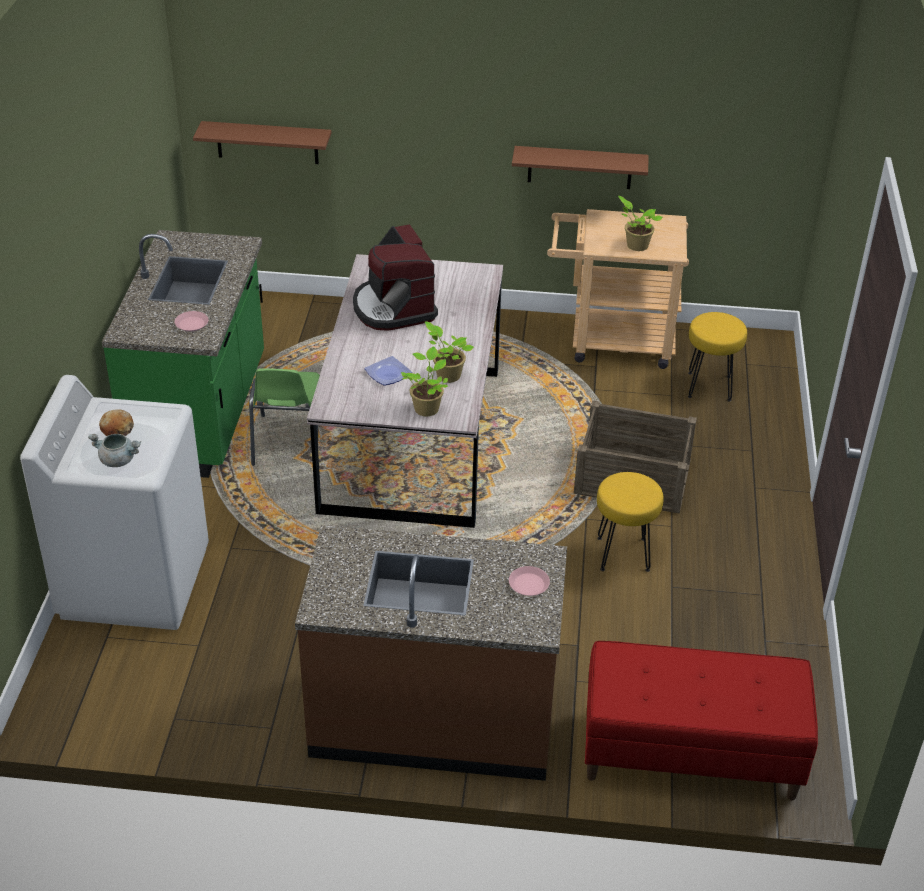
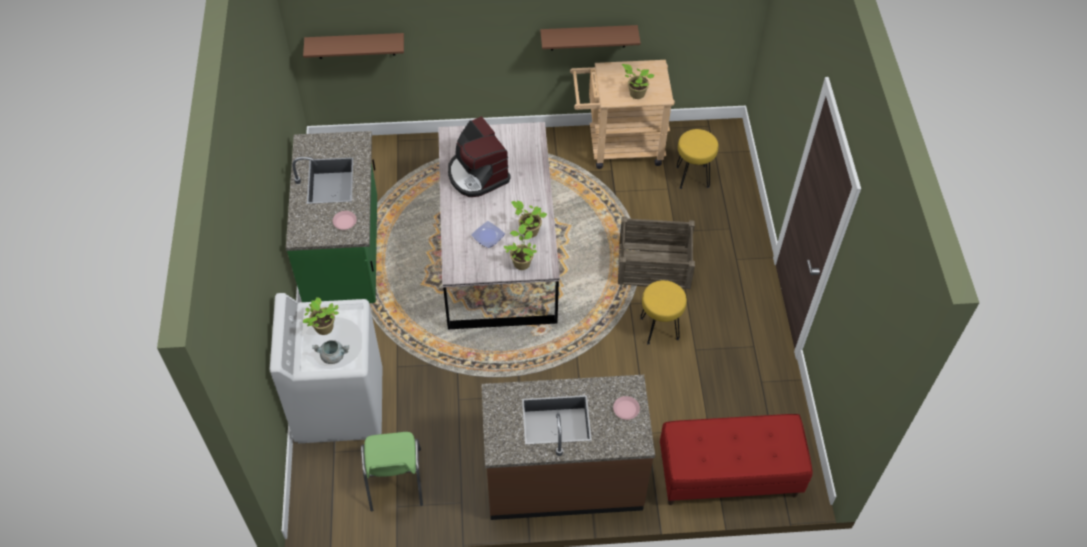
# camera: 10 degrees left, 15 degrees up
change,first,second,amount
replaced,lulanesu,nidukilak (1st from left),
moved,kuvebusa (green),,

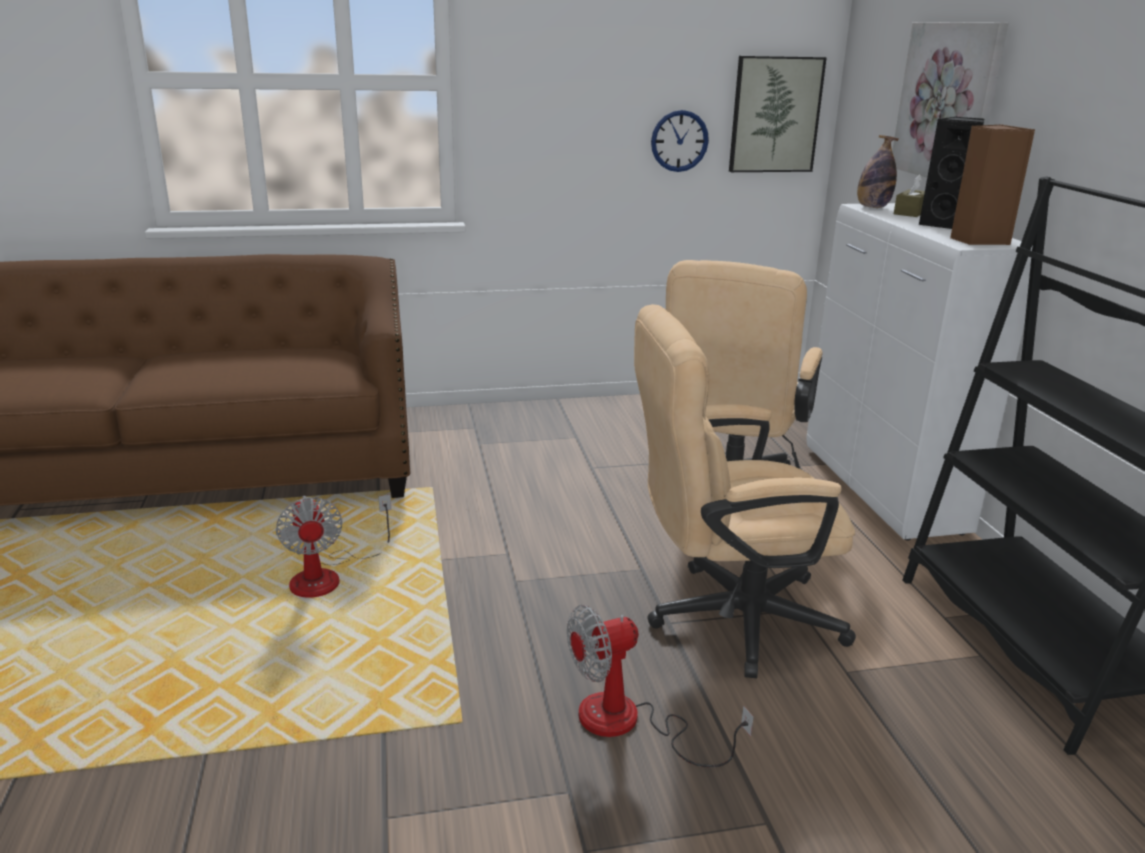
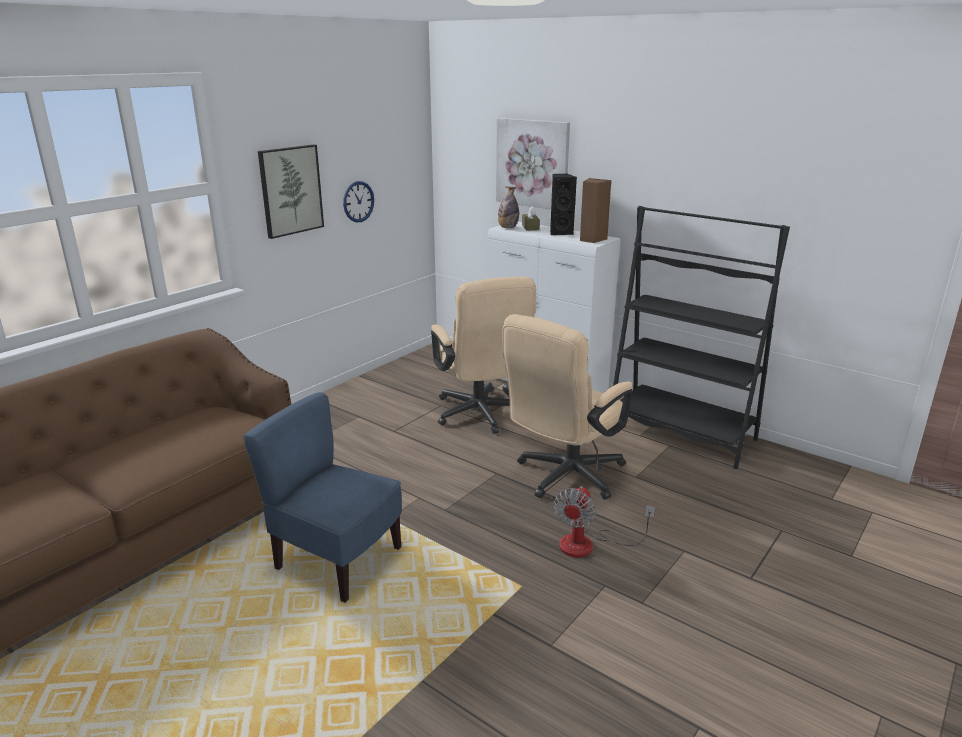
# camera: 40 degrees left, 0 degrees up
change,first,second,amount
replaced,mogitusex (1st from left),kuvebusa (blue),
moved,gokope (1st from left),,

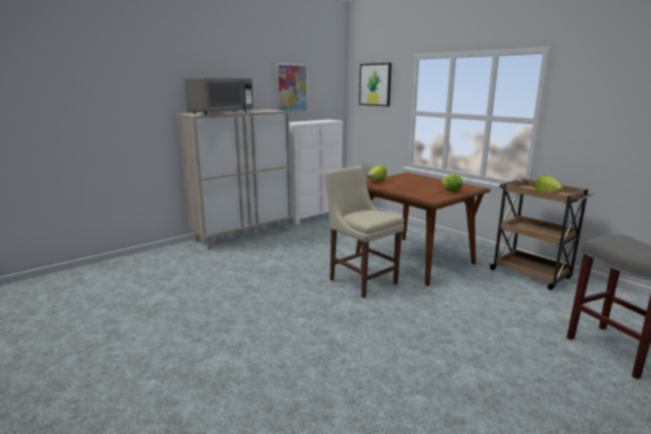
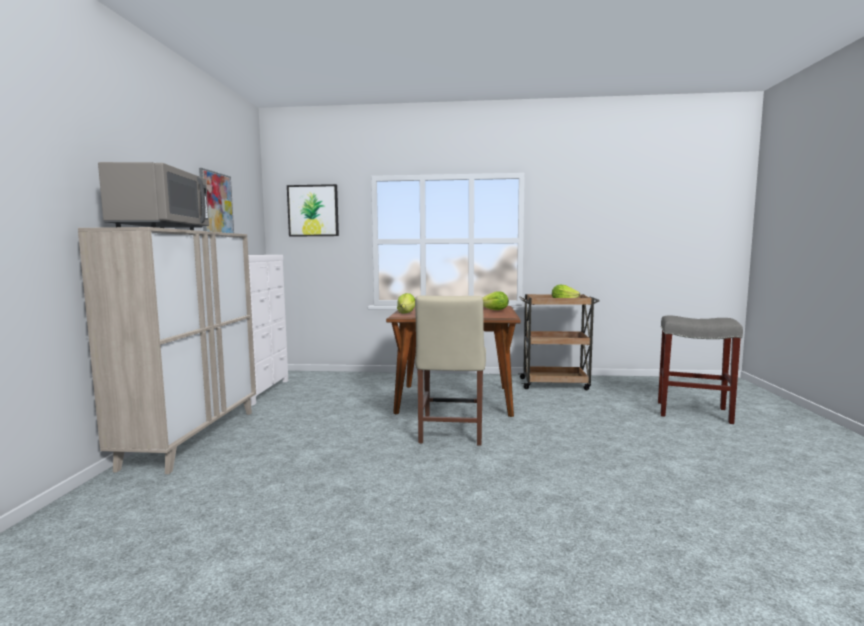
# camera: 45 degrees left, 10 degrees down
change,first,second,amount
turned,kuvebusa (beige),,90 degrees counterclockwise

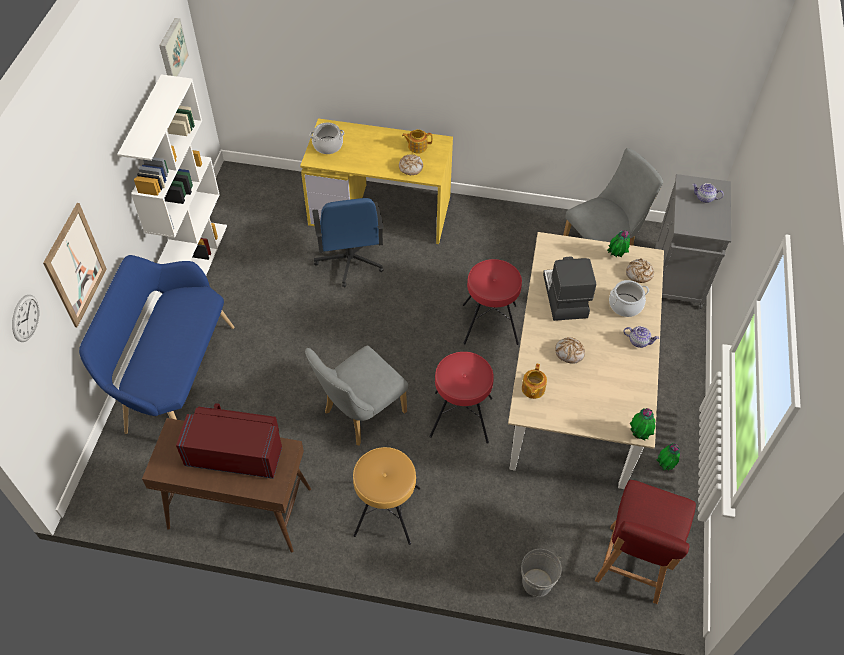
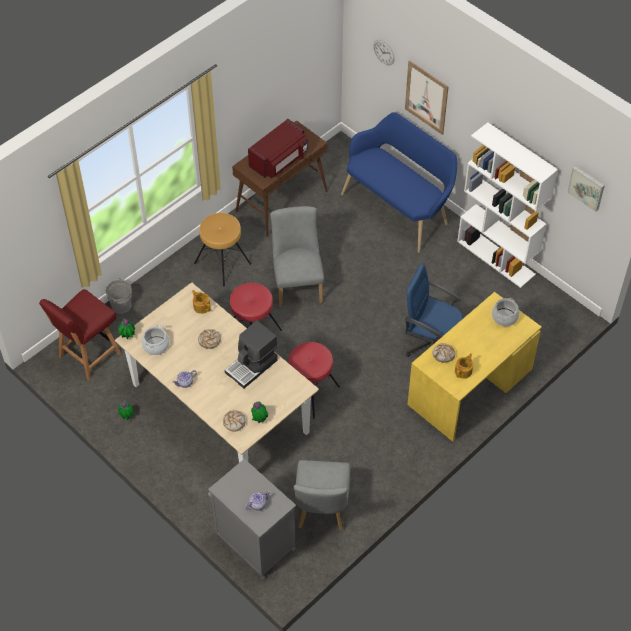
# camera: 125 degrees right, 0 degrees up
change,first,second,amount
turned,kuvebusa (red),,105 degrees counterclockwise
moved,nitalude (2nd from left in the first image),nitalude (1st from left),
turned,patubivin,,105 degrees clockwise

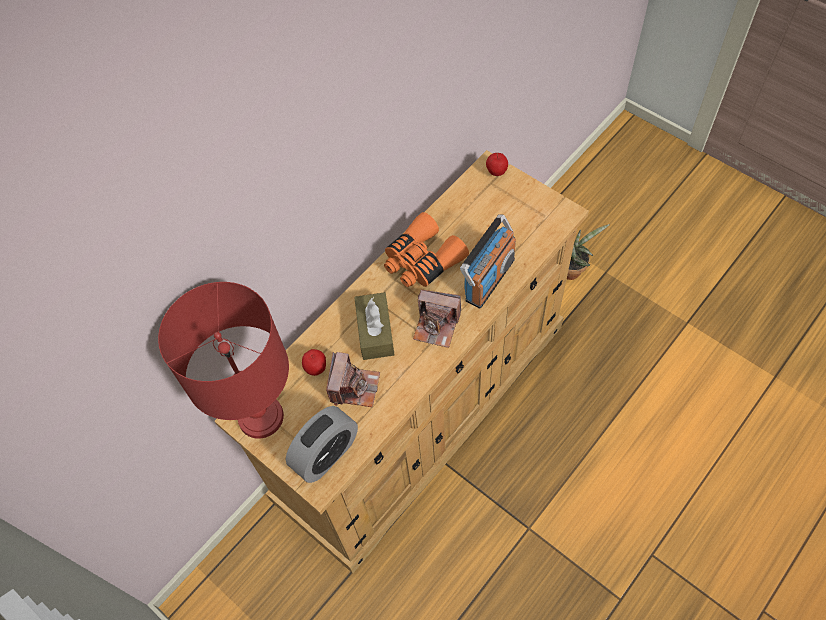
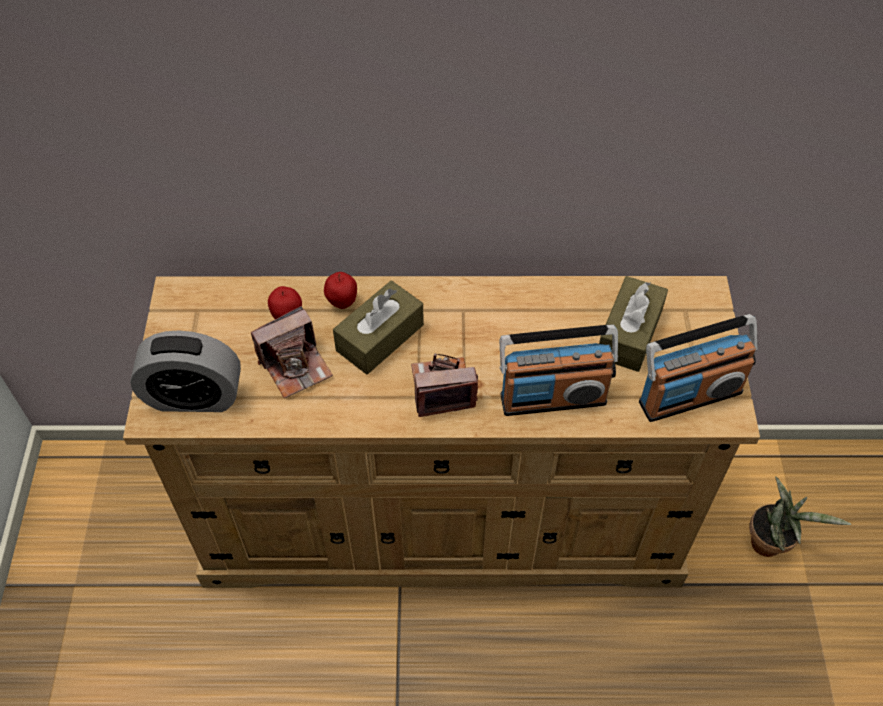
# camera: 45 degrees right, 5 degrees down
change,first,second,amount
moved,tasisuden (2nd from left),,
turned,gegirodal (2nd from left),,105 degrees clockwise
added,,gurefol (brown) (2nd from left),
added,,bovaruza (2nd from left),
removed,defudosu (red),,
removed,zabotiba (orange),,

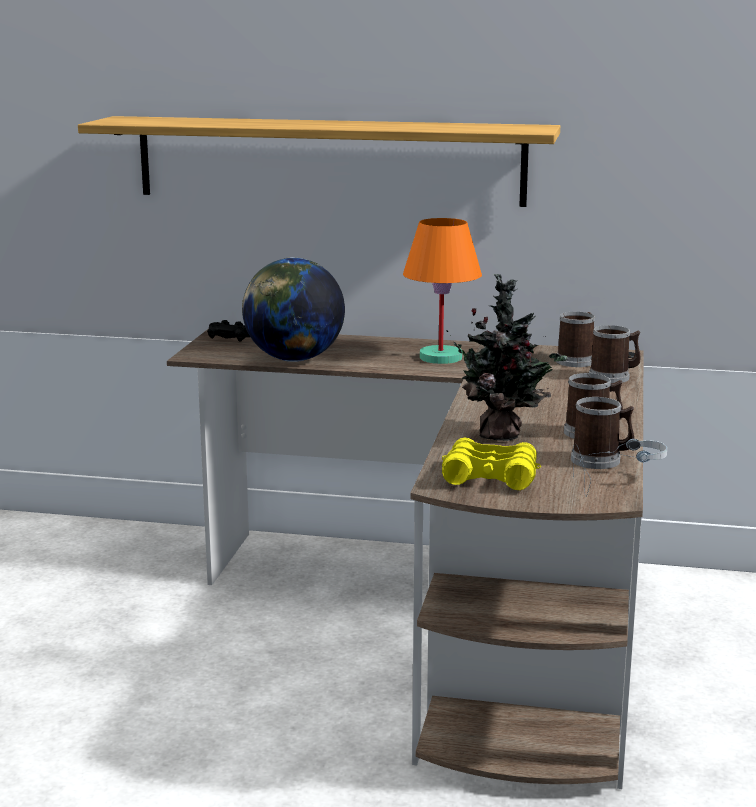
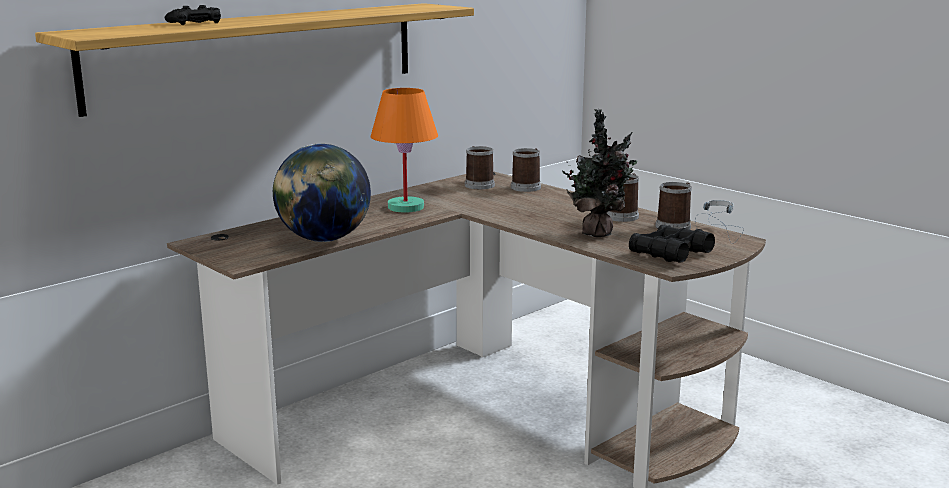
# camera: 55 degrees left, 0 degrees up
change,first,second,amount
moved,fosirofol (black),,
recoloured,zabotiba (yellow),zabotiba (black),

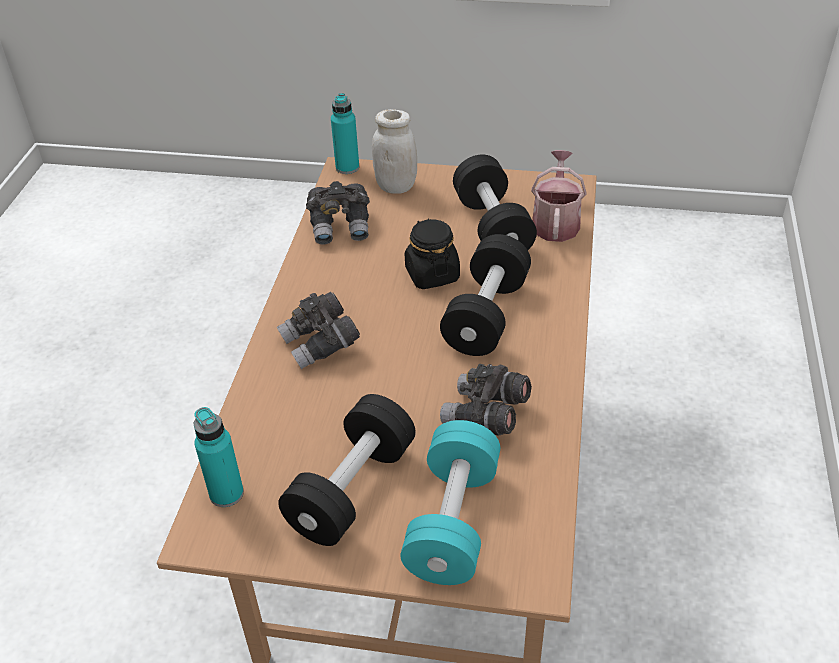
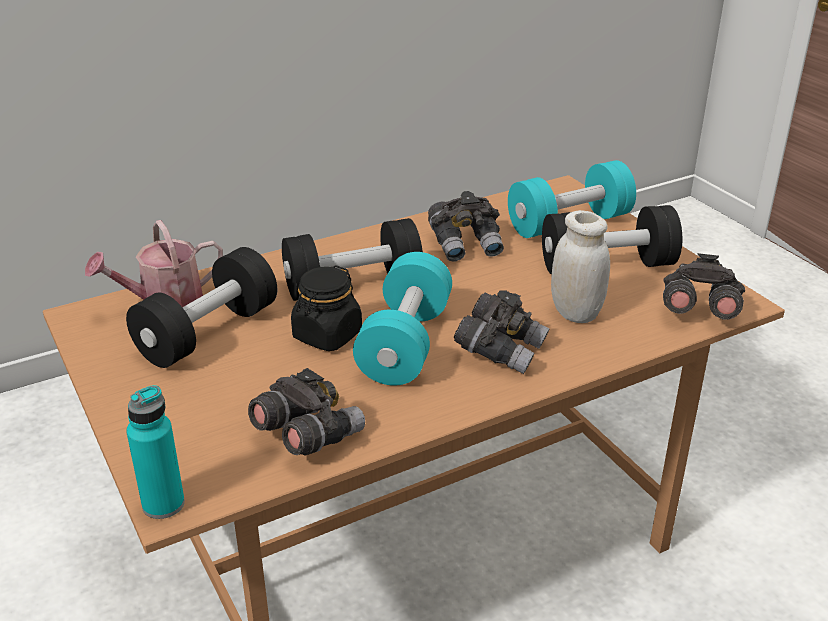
# camera: 130 degrees left, 10 degrees down
change,first,second,amount
added,,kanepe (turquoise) (1st from left),
moved,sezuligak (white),,
replaced,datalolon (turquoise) (1st from left),zabotiba (grey) (4th from left),

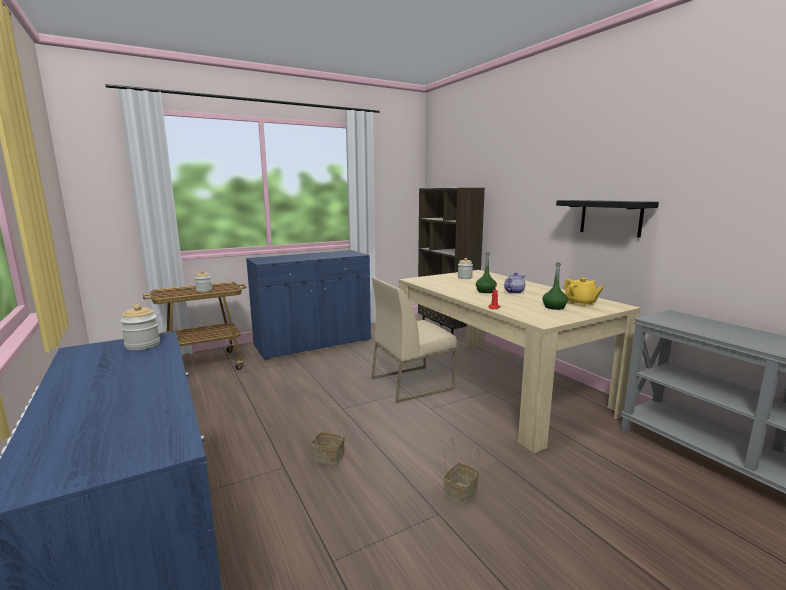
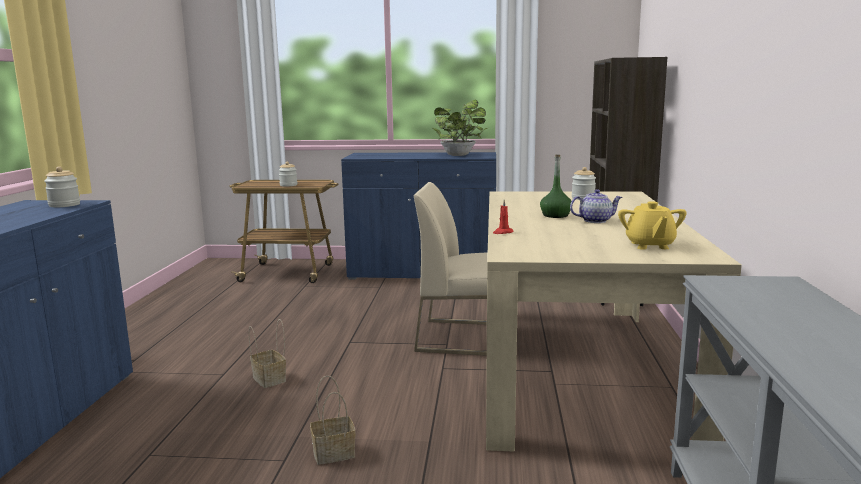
# camera: 35 degrees right, 0 degrees up
change,first,second,amount
added,,nidukilak,
removed,datalolon (green) (2nd from left),,
removed,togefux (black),,

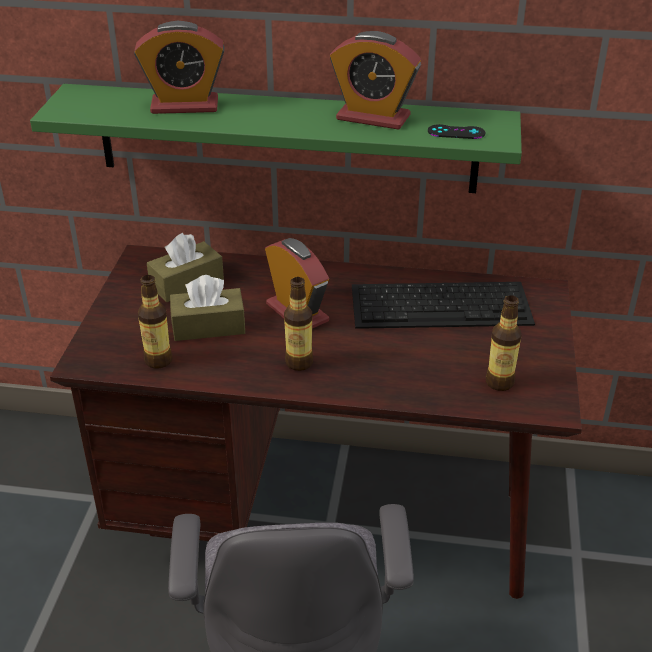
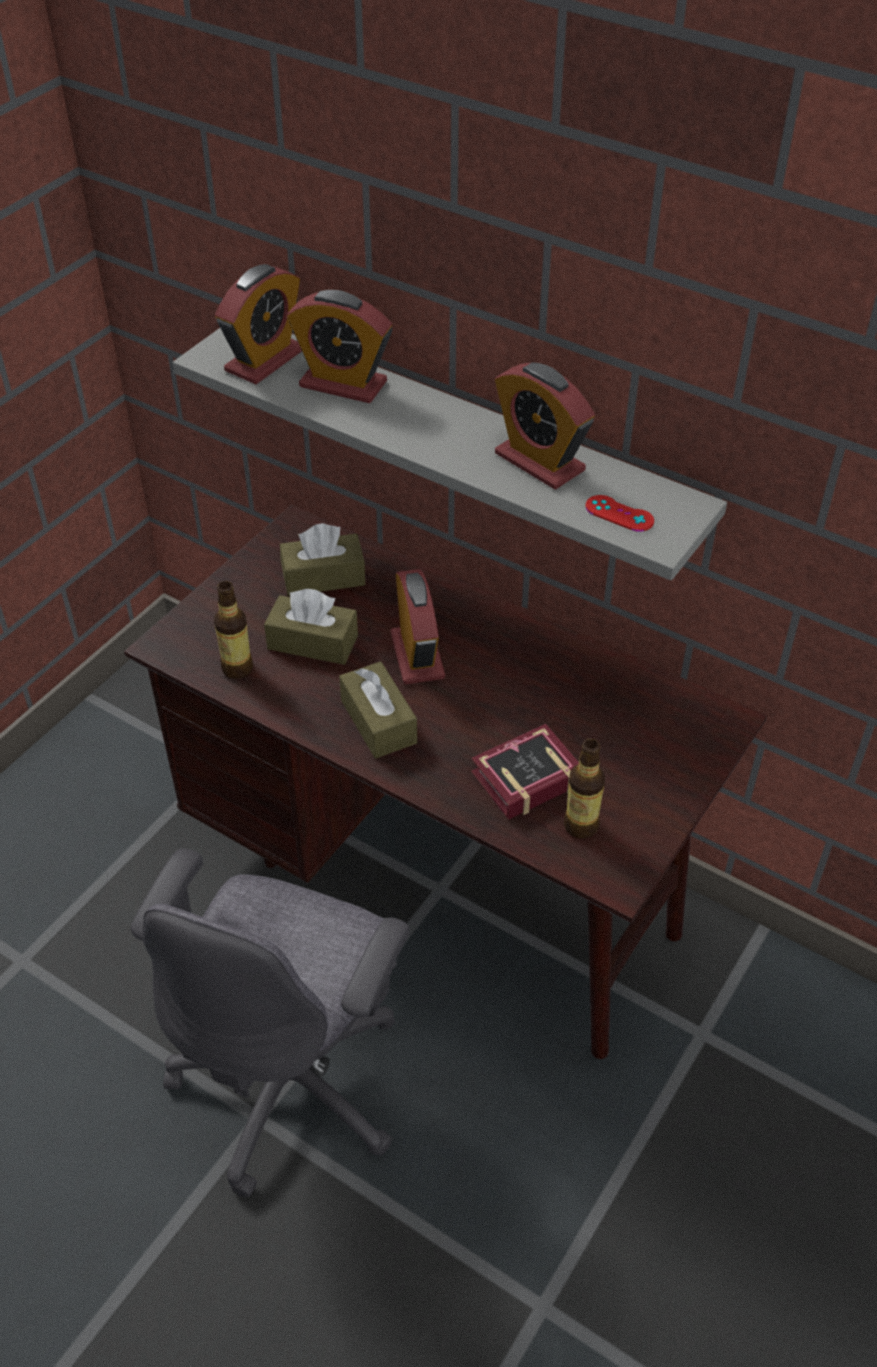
# camera: 25 degrees right, 10 degrees up
change,first,second,amount
recoloured,togefux (green),togefux (grey),
added,,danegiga (1st from left),
replaced,datalolon (2nd from left),gurefol (brown) (3rd from left),
added,,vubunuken,
recoloured,fosirofol (black),fosirofol (red),
removed,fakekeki,,

